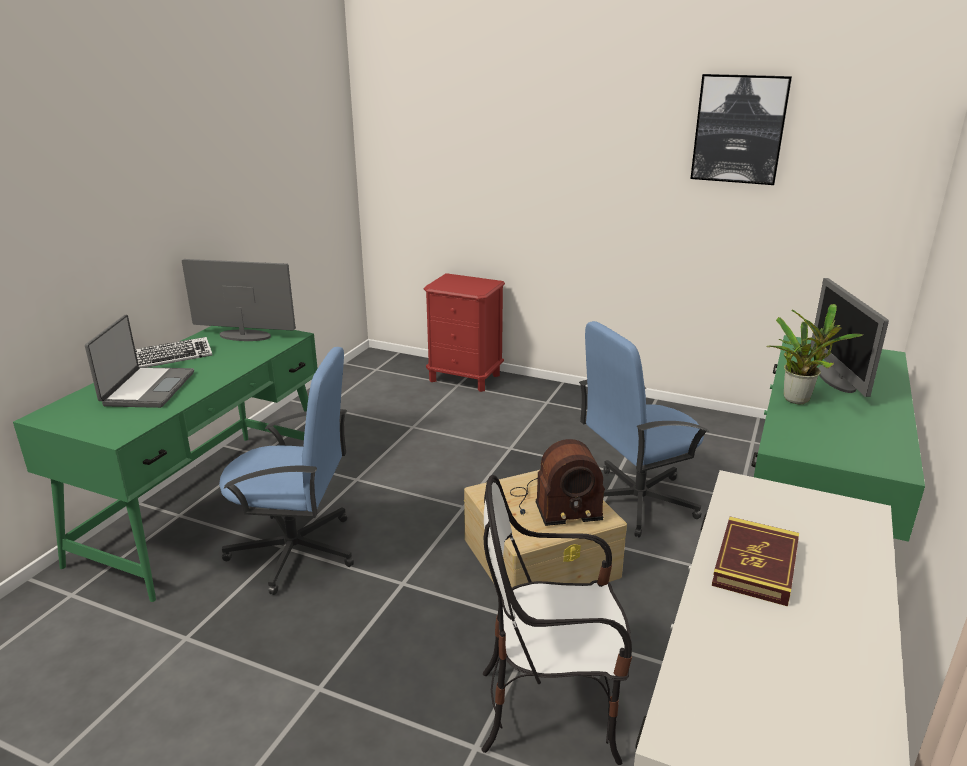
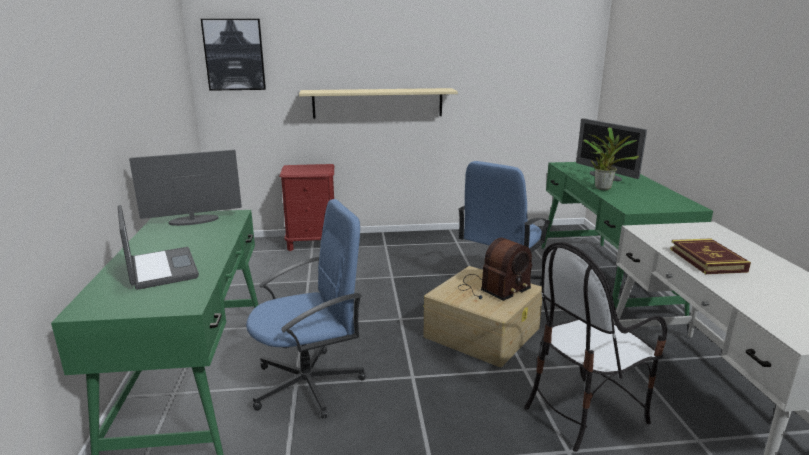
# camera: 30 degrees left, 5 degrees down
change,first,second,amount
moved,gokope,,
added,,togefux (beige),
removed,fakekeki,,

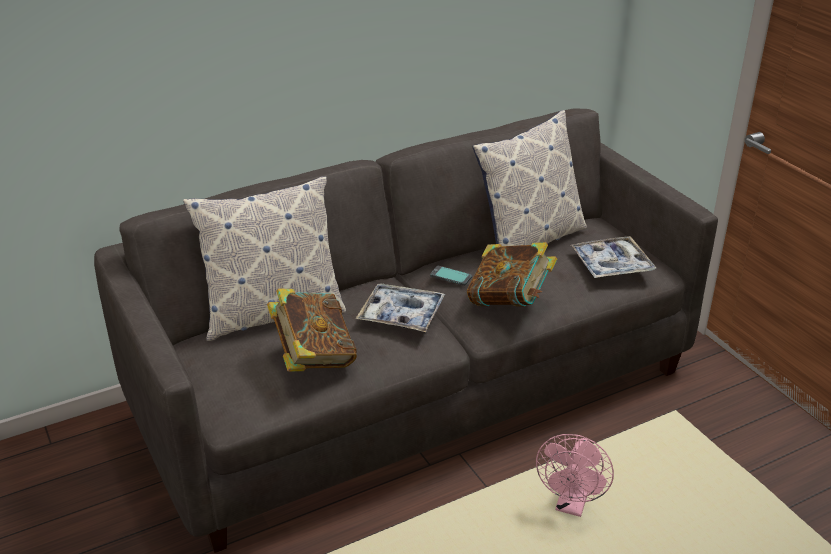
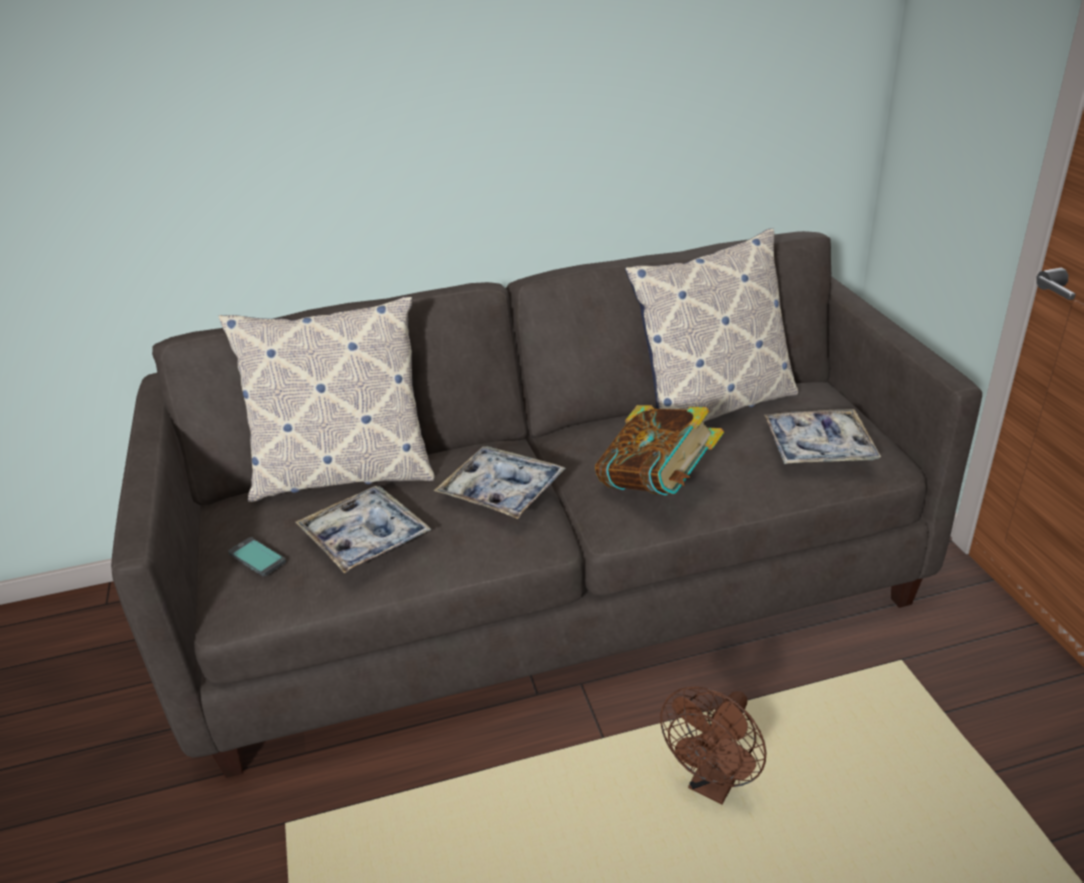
# camera: 15 degrees right, 0 degrees up
change,first,second,amount
moved,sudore,,
replaced,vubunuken (1st from left),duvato (1st from left),
recoloured,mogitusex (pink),mogitusex (brown),

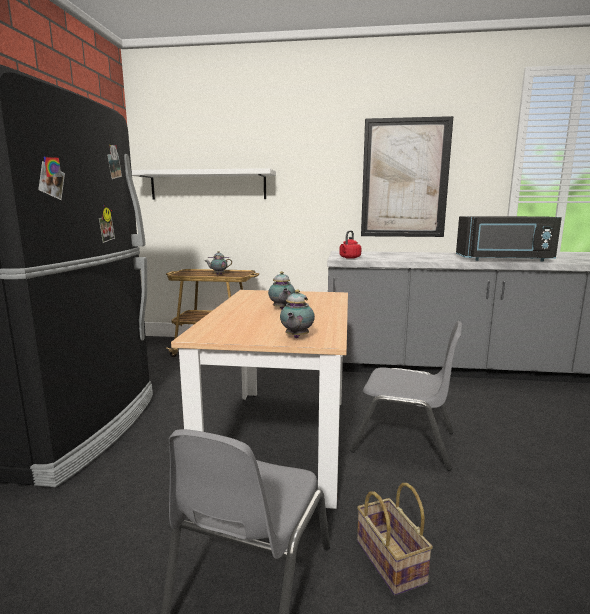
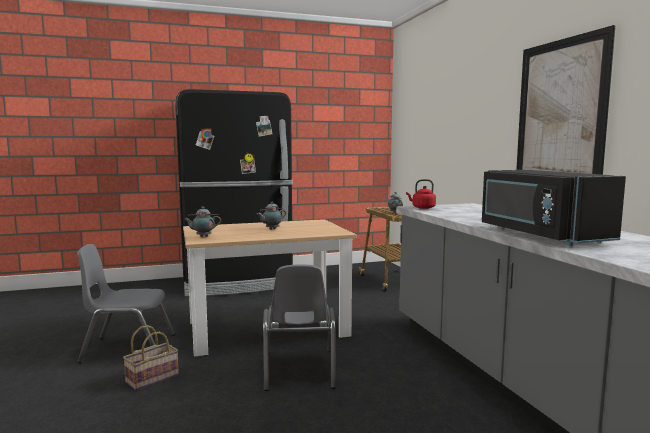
# camera: 65 degrees right, 5 degrees down
change,first,second,amount
removed,togefux (white),,

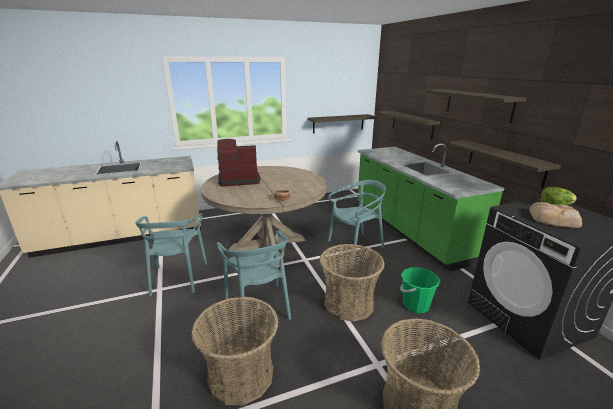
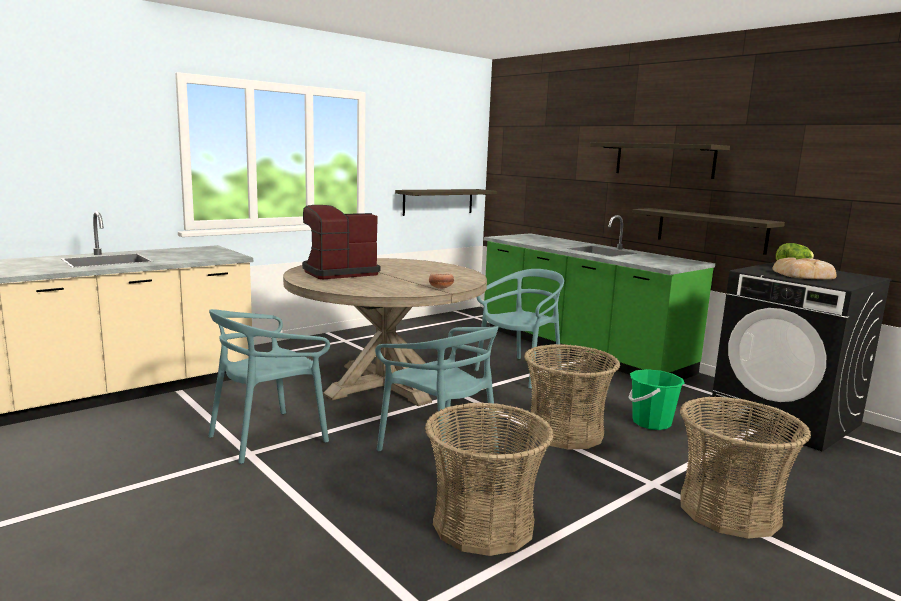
# camera: 20 degrees left, 10 degrees down
change,first,second,amount
turned,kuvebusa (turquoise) (1st from left),,75 degrees clockwise
removed,togefux (2nd from left),,

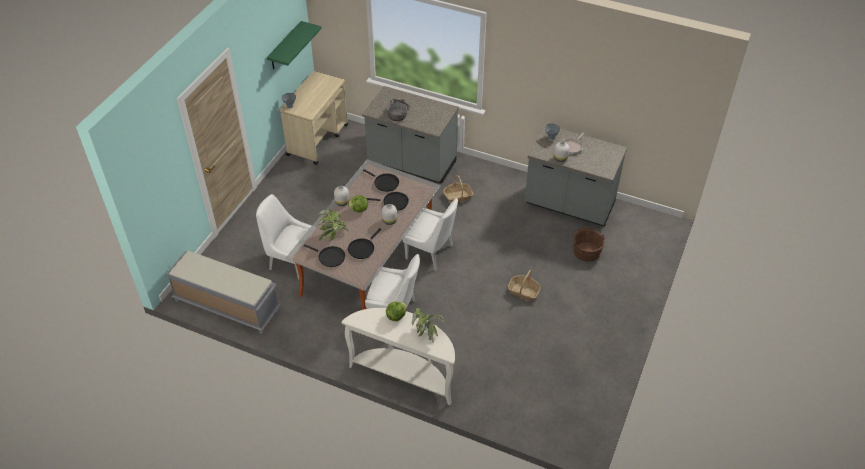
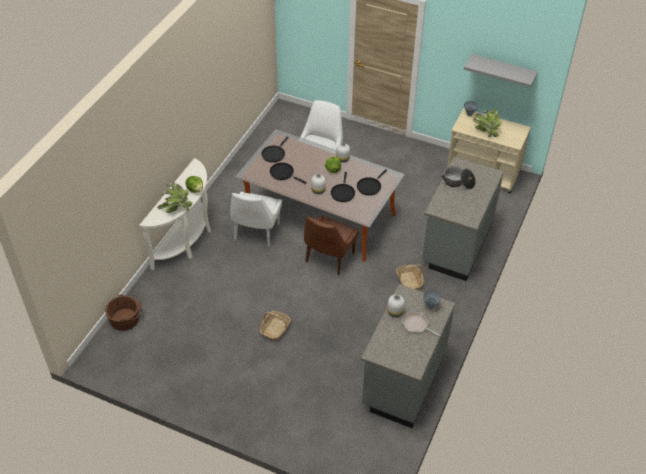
# camera: 90 degrees right, 0 degrees up
change,first,second,amount
moved,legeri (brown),,
recoloured,kuvebusa (white) (3rd from left),kuvebusa (brown),
recoloured,togefux (green),togefux (grey),
moved,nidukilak (1st from left in the first image),nidukilak (2nd from left),
removed,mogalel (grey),,

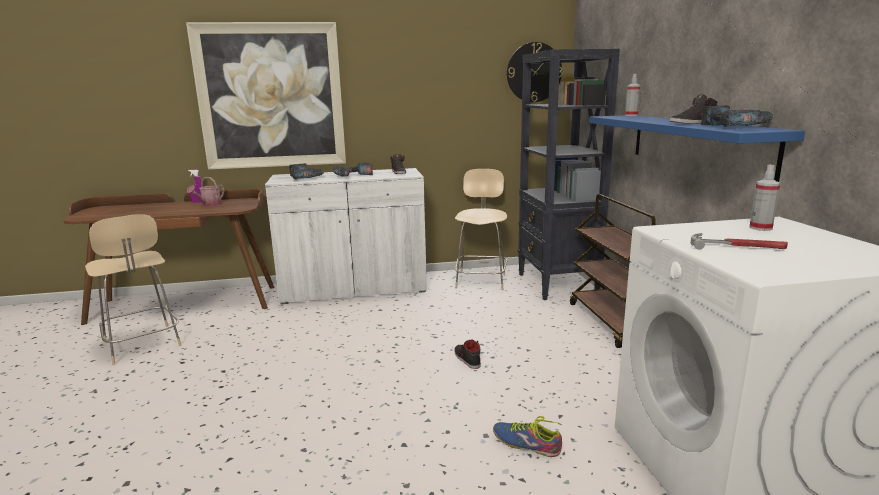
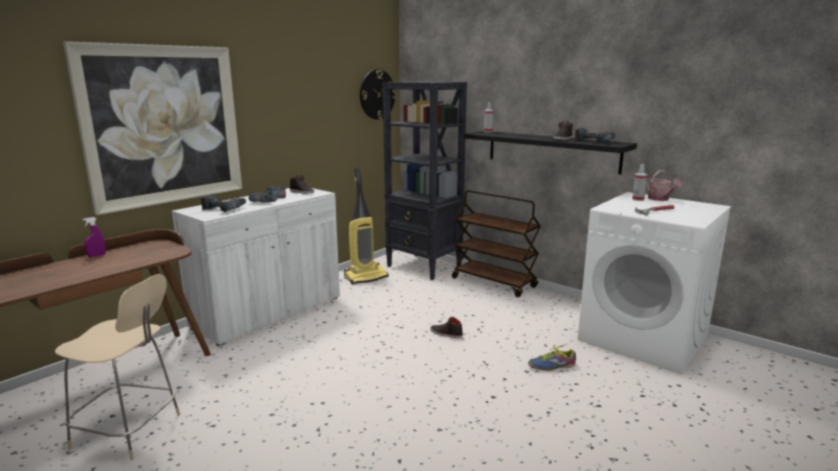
# camera: 40 degrees left, 0 degrees up
change,first,second,amount
replaced,kuvebusa (beige) (2nd from left),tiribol,
recoloured,togefux (blue),togefux (black),
moved,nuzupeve,,

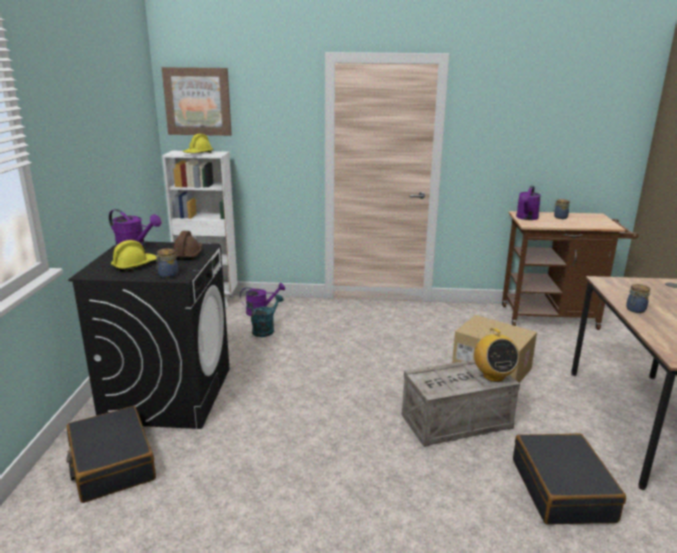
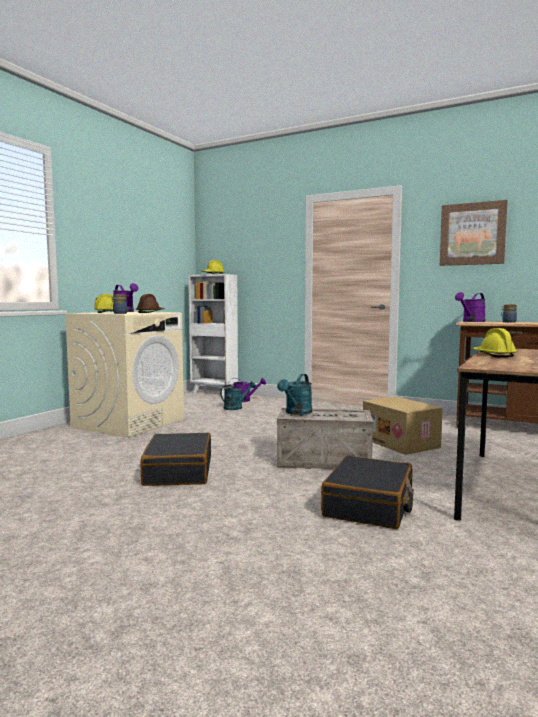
# camera: 25 degrees right, 15 degrees down
change,first,second,amount
recoloured,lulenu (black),lulenu (beige),
moved,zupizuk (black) (1st from left),,
added,,nuzupeve (turquoise) (2nd from left),
moved,gokope,,
replaced,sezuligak (3rd from left),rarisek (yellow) (3rd from left),
removed,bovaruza,,

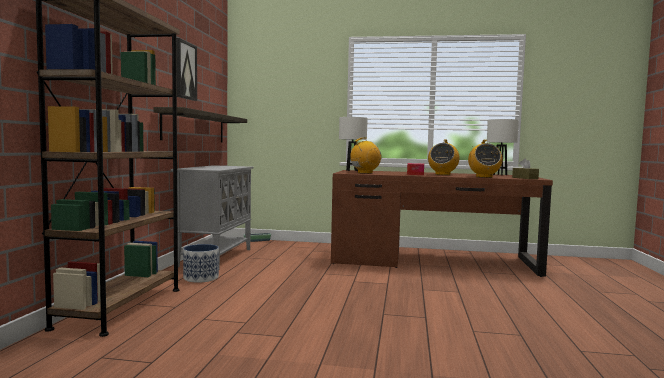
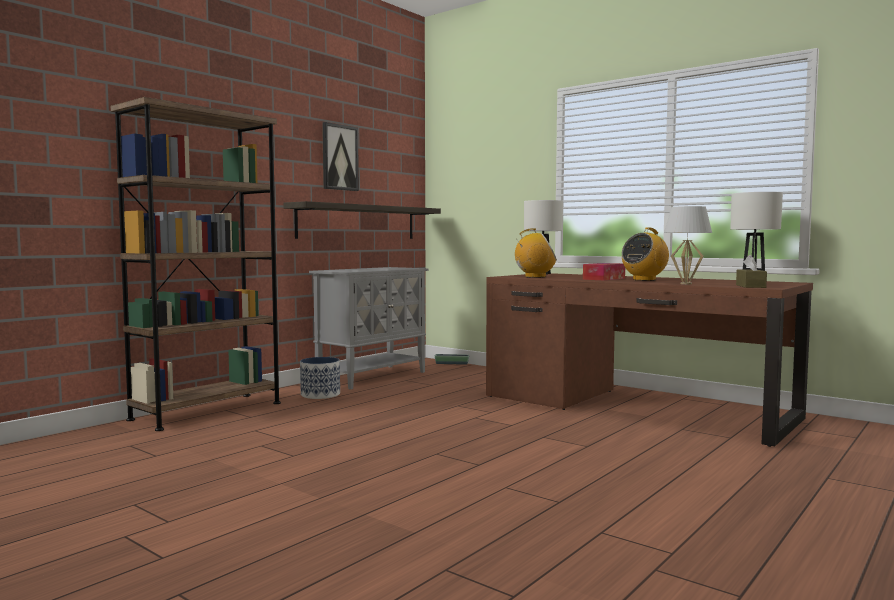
# camera: 30 degrees right, 0 degrees up
change,first,second,amount
replaced,bovaruza (3rd from left),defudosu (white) (2nd from left),

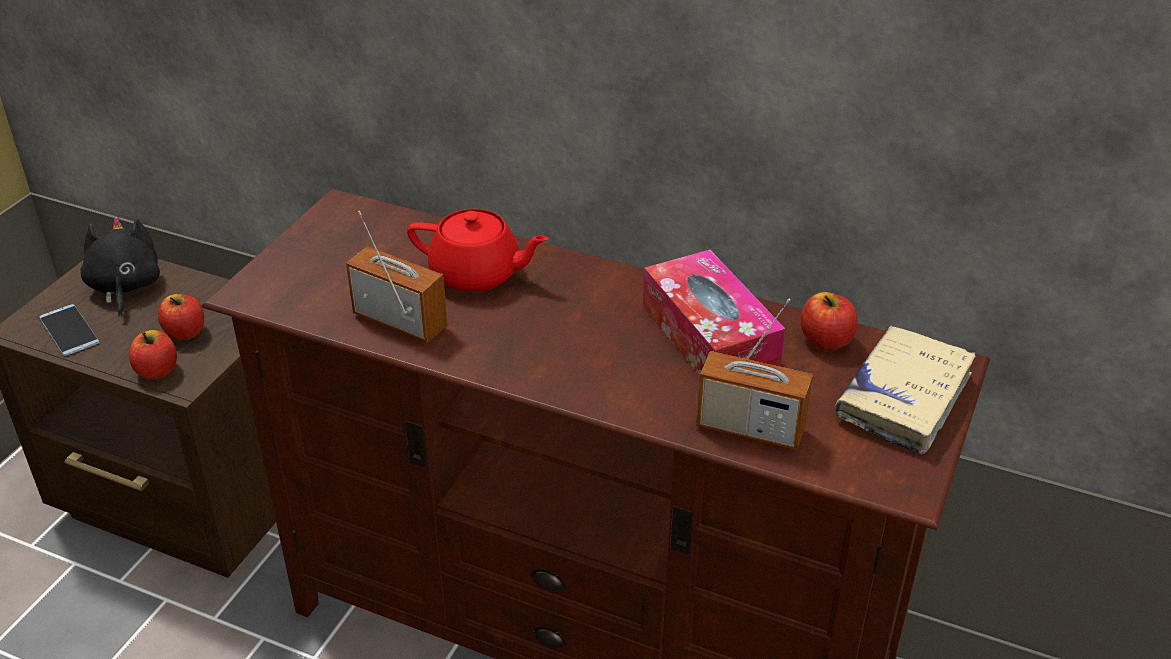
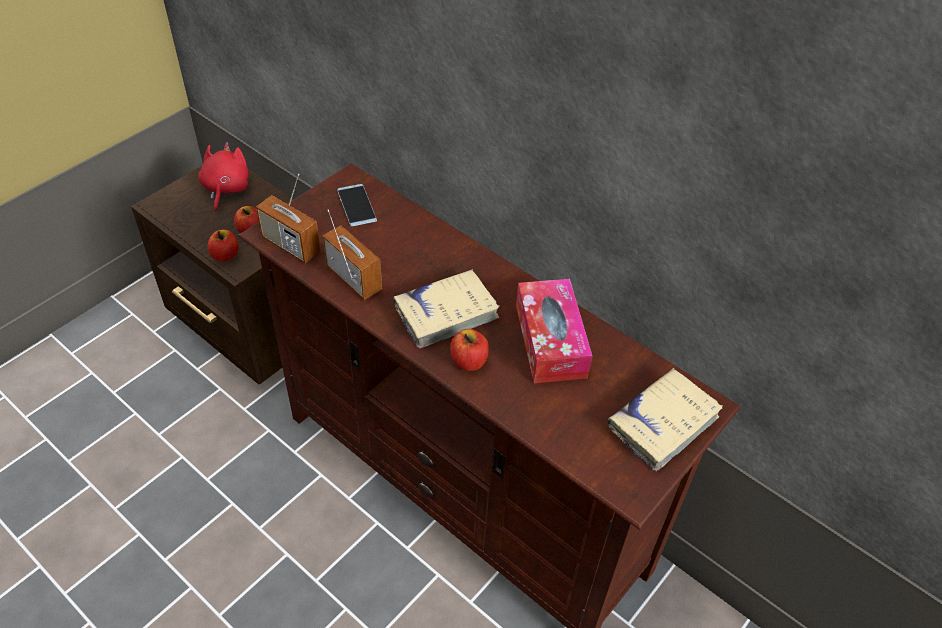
# camera: 15 degrees right, 10 degrees up
change,first,second,amount
recoloured,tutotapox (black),tutotapox (red),
moved,bovaruza (2nd from left in the first image),bovaruza (1st from left),
moved,sudore,,
added,,vubunuken (beige) (1st from left),
moved,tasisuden (3rd from left),,
removed,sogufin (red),,

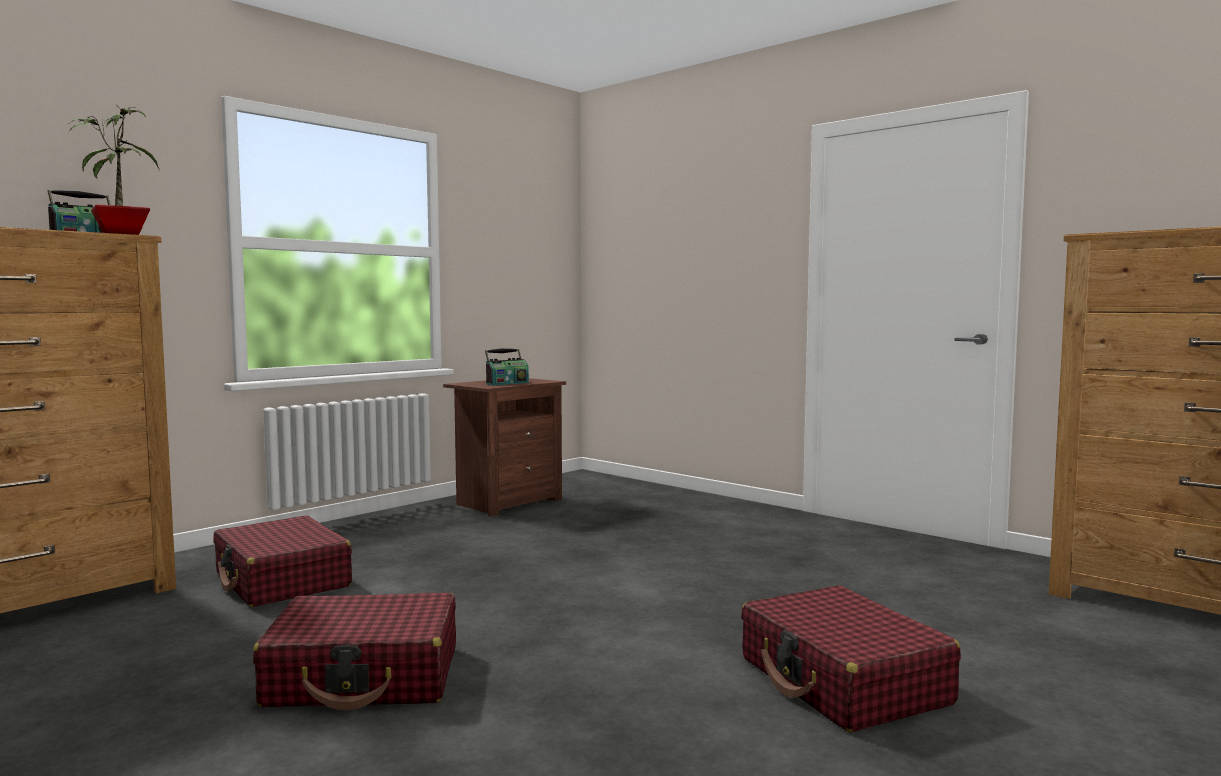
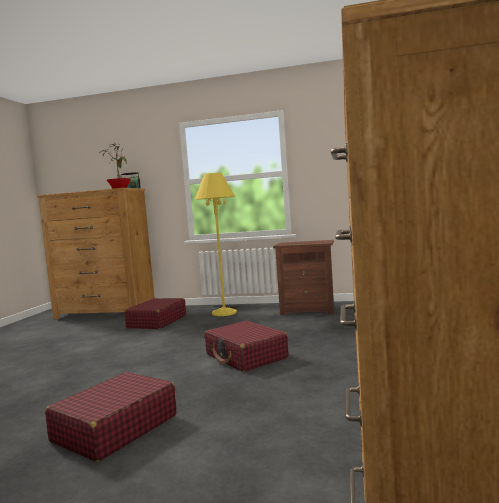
# camera: 60 degrees right, 0 degrees up
change,first,second,amount
added,,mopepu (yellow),
moved,zupizuk (red) (2nd from left in the first image),zupizuk (red) (3rd from left),
removed,bovaruza (2nd from left),,

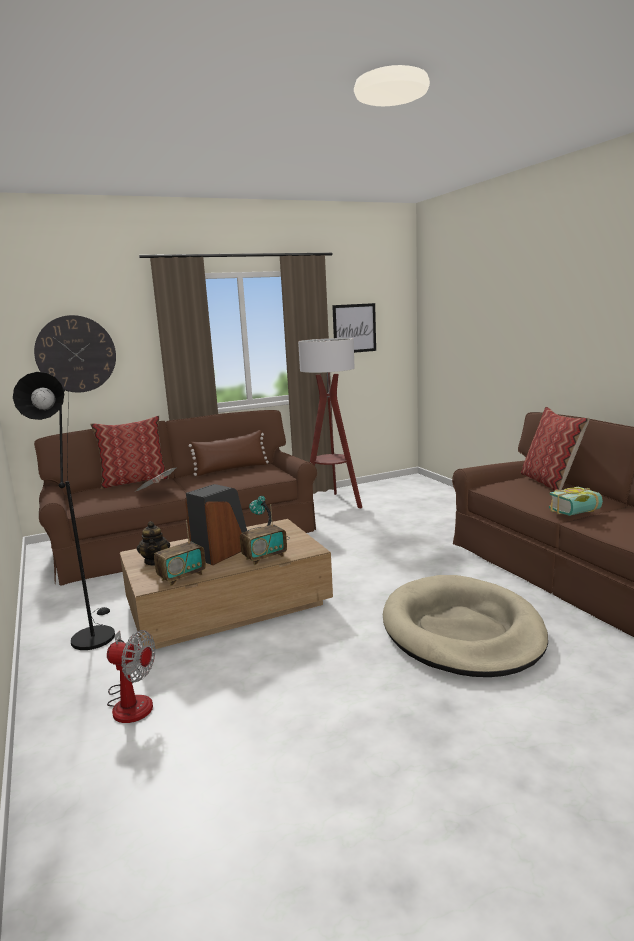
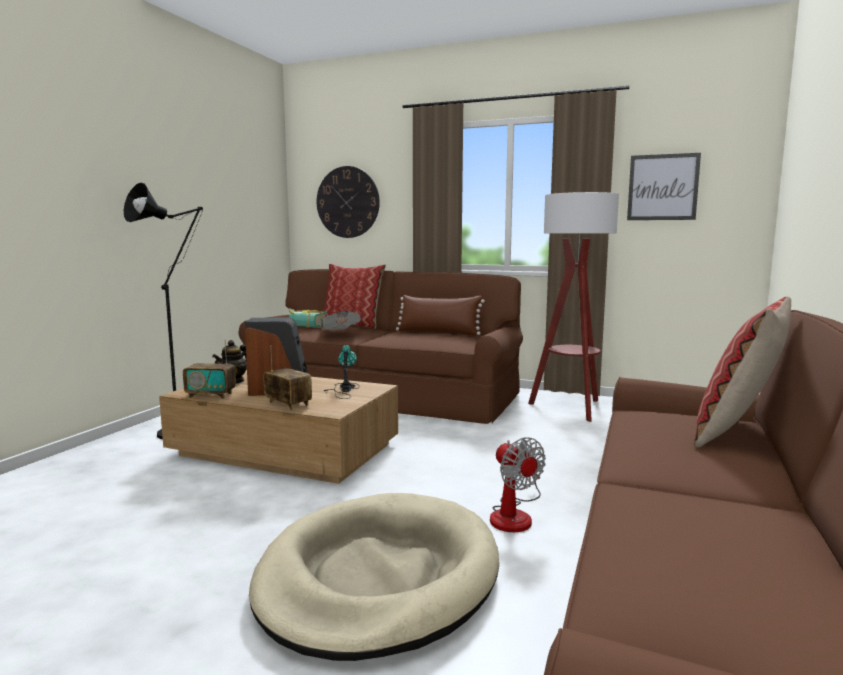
# camera: 45 degrees right, 5 degrees down
change,first,second,amount
turned,bovaruza (2nd from left),,150 degrees counterclockwise
moved,vubunuken,,
moved,mogitusex,,

